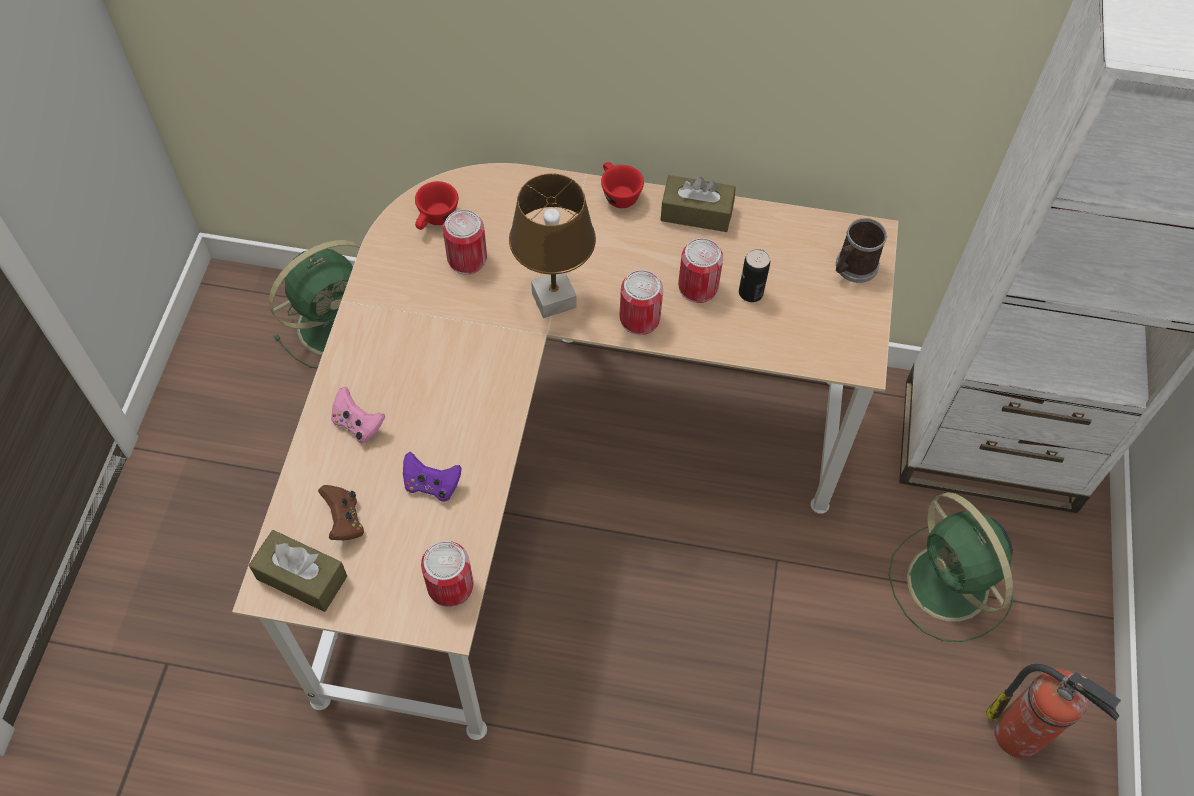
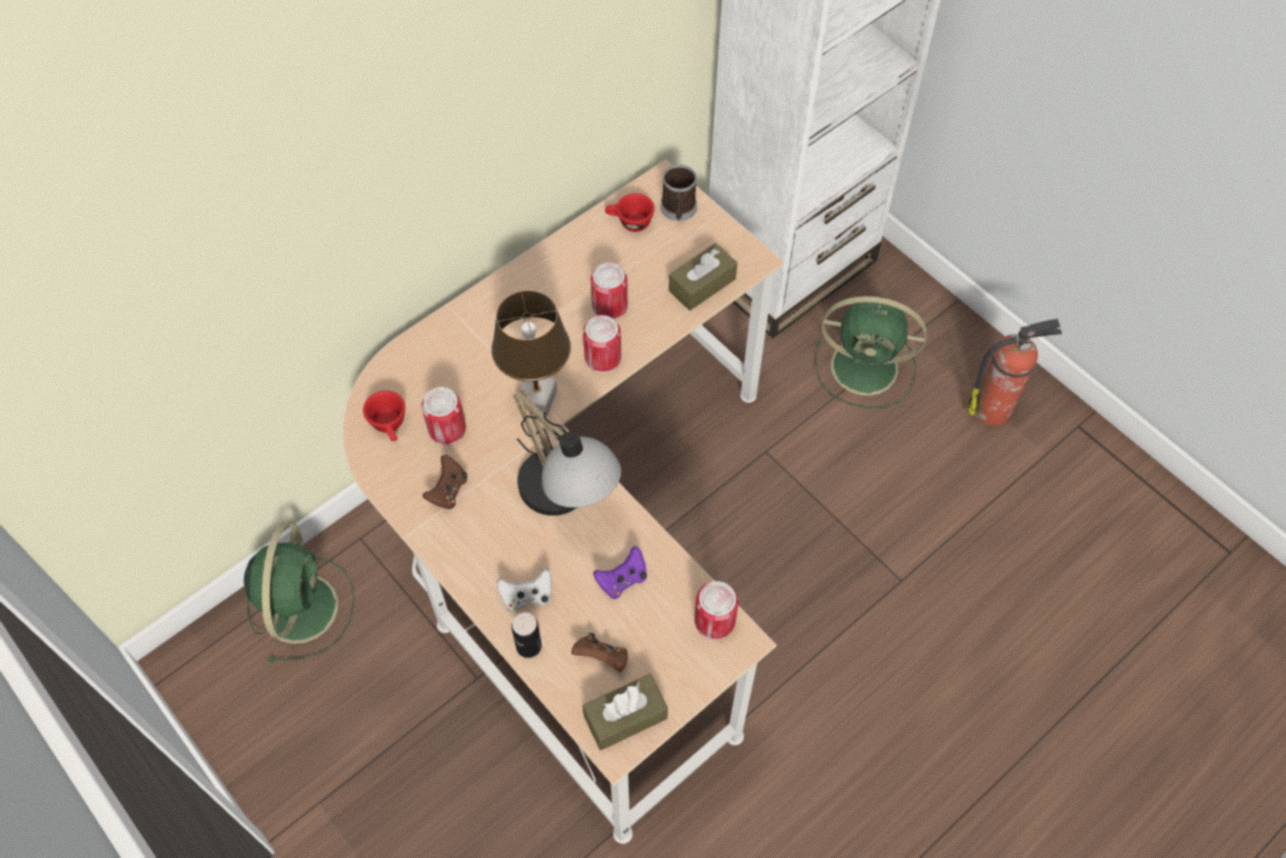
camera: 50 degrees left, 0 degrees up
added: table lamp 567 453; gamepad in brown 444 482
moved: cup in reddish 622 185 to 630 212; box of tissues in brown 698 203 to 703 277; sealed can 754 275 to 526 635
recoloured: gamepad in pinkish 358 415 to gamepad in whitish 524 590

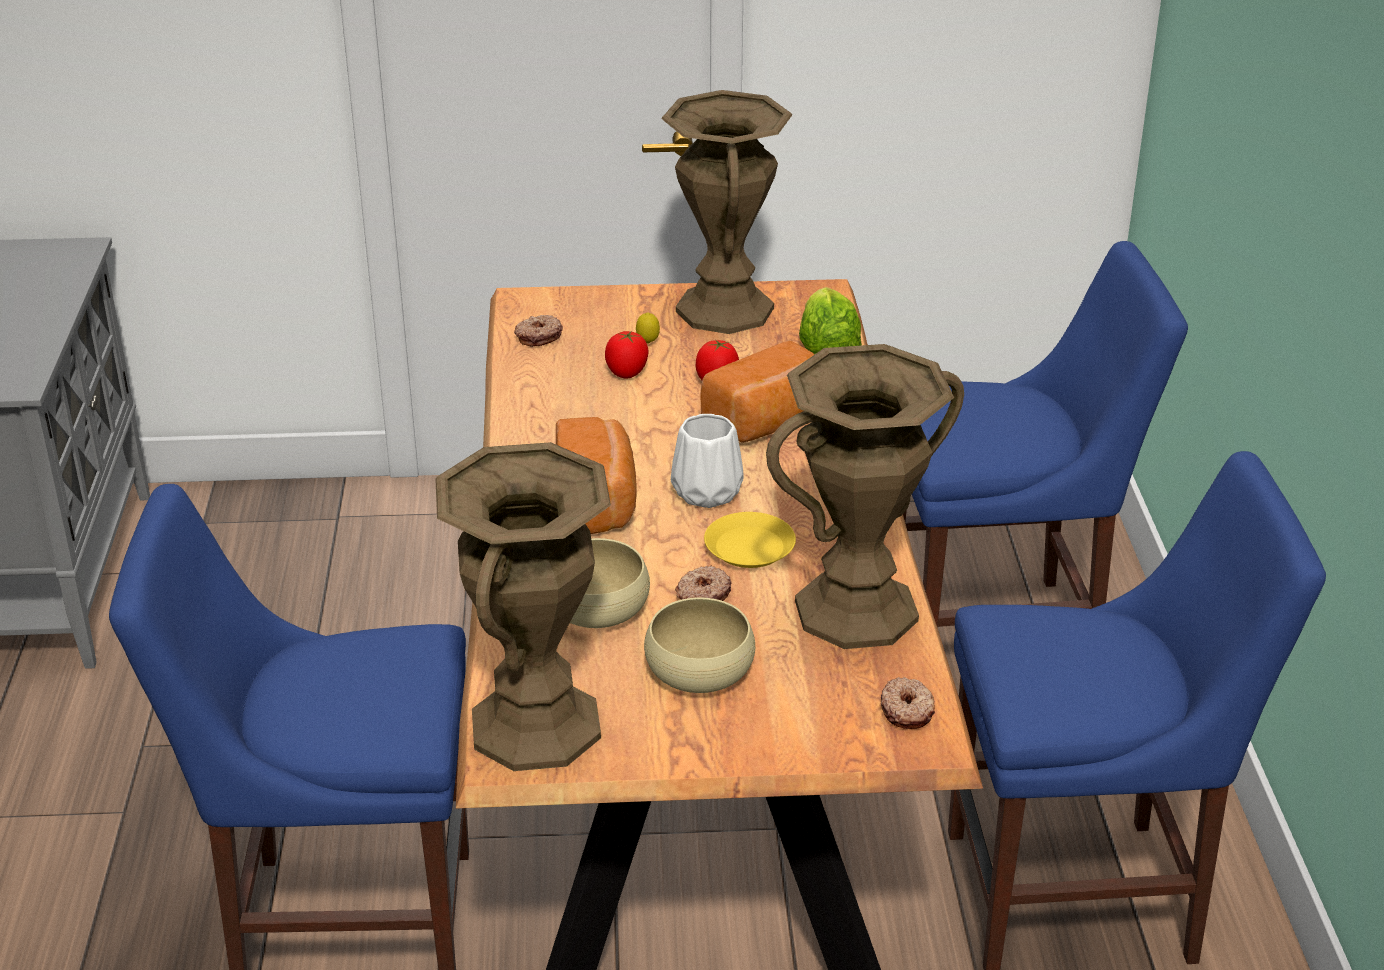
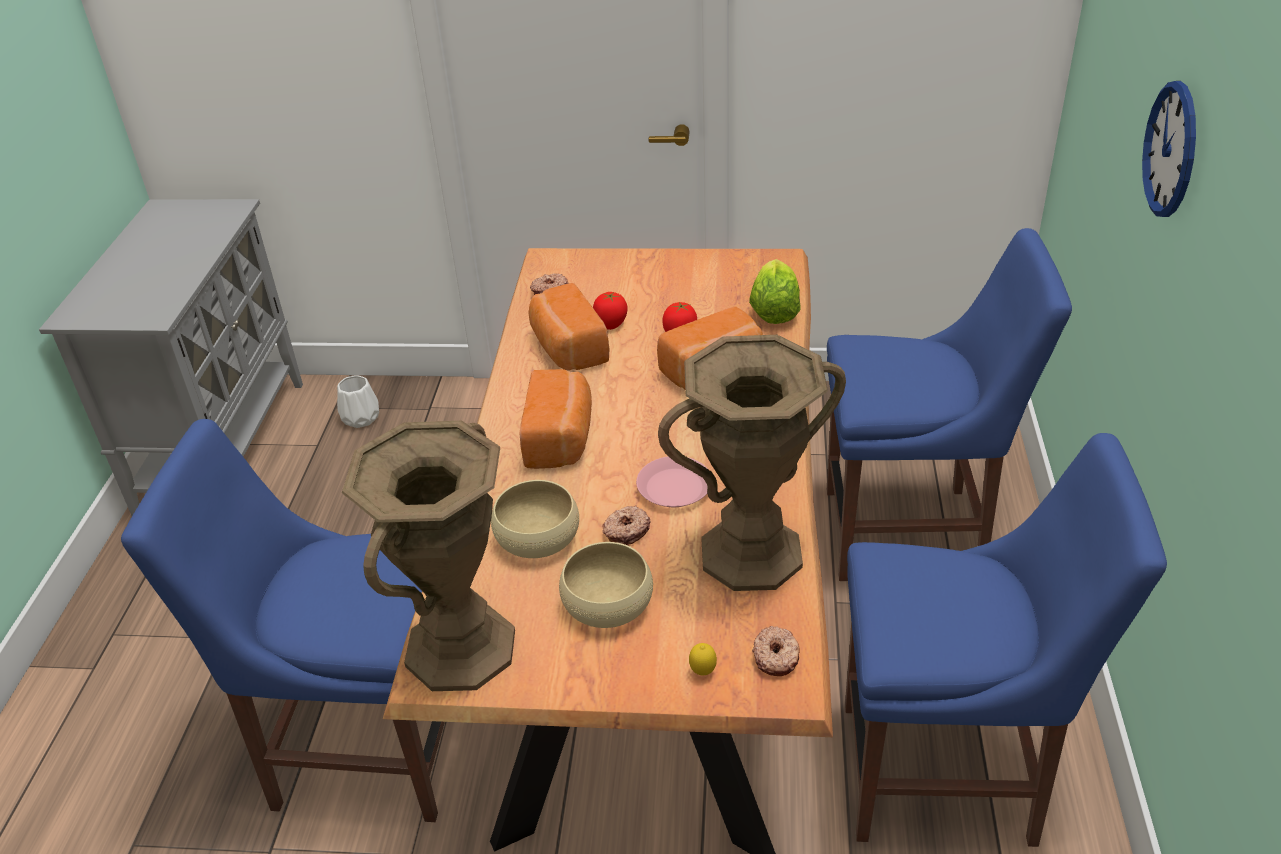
camera: 10 degrees right, 5 degrees up
removed: flower vase in brown 727 212
added: clock on the wall 1169 149; baked bread 569 326
moved: whole lemon 648 328 to 703 659; flower vase in whitish 707 461 to 358 401
recoloured: flat dish in yellow 750 540 to flat dish in pinkish 672 481

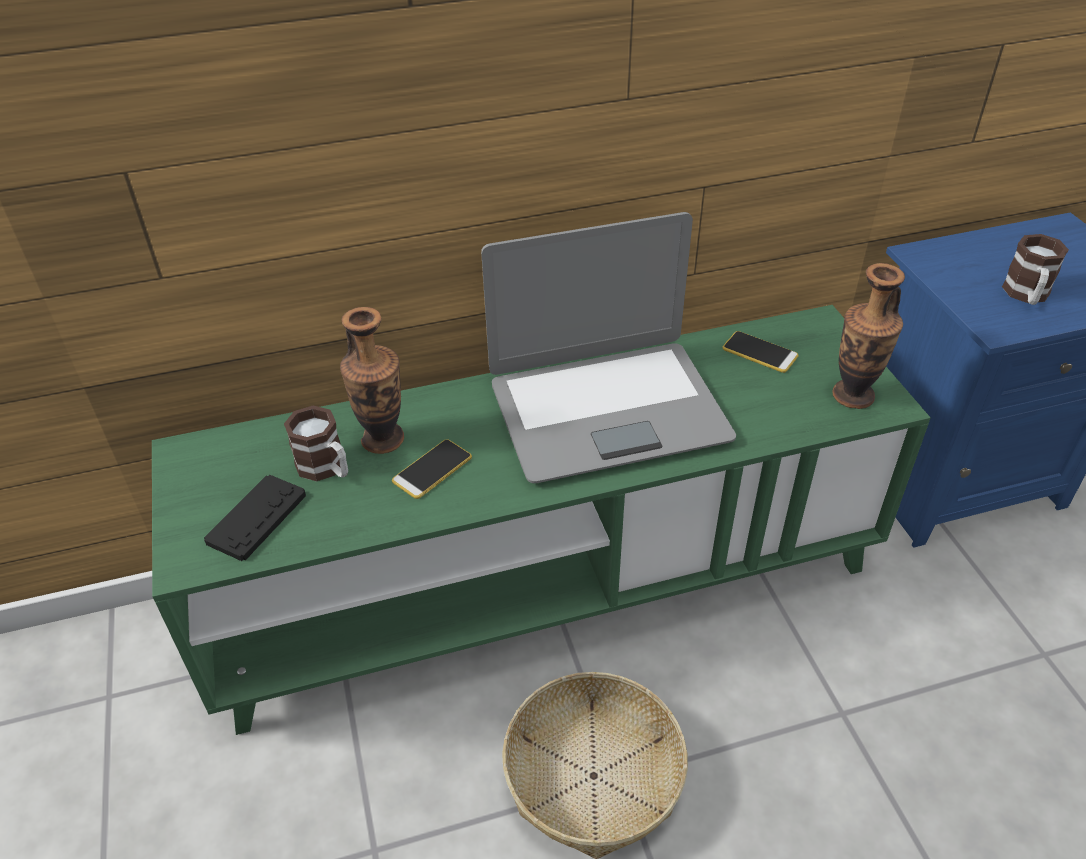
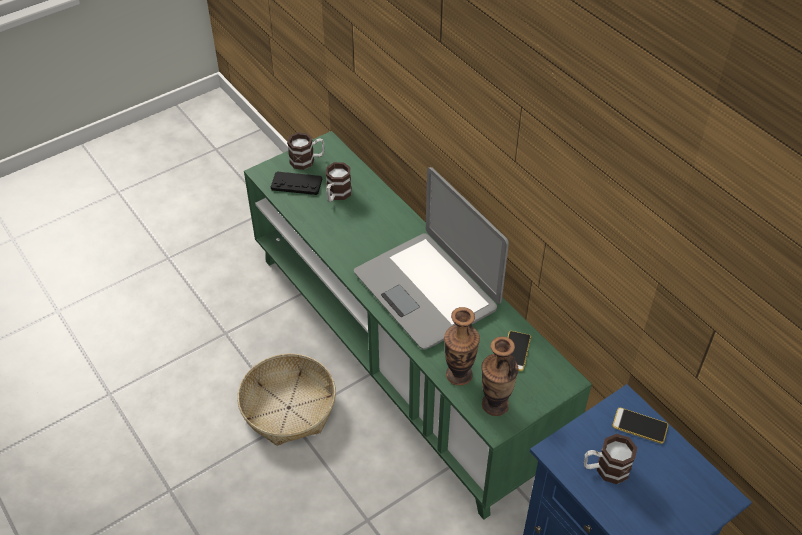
camera: 70 degrees right, 5 degrees up
added: tea mug 305 151
moved: flower vase 372 380 to 462 346; telephone 432 469 to 640 426

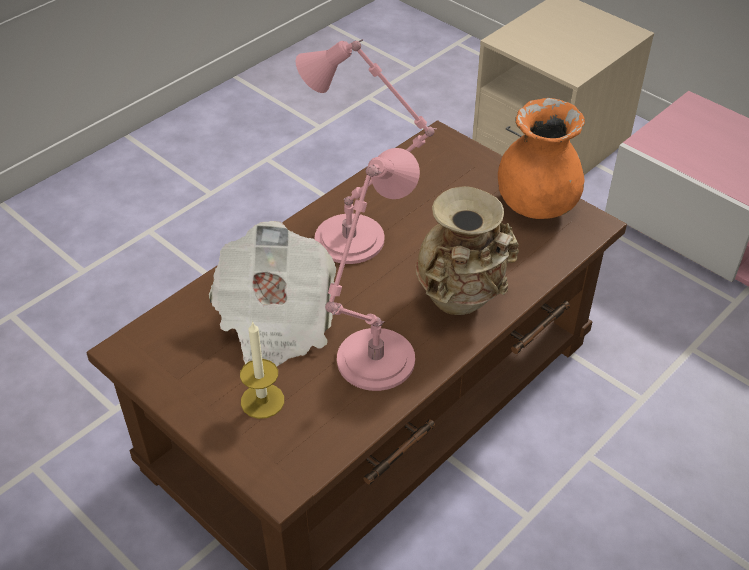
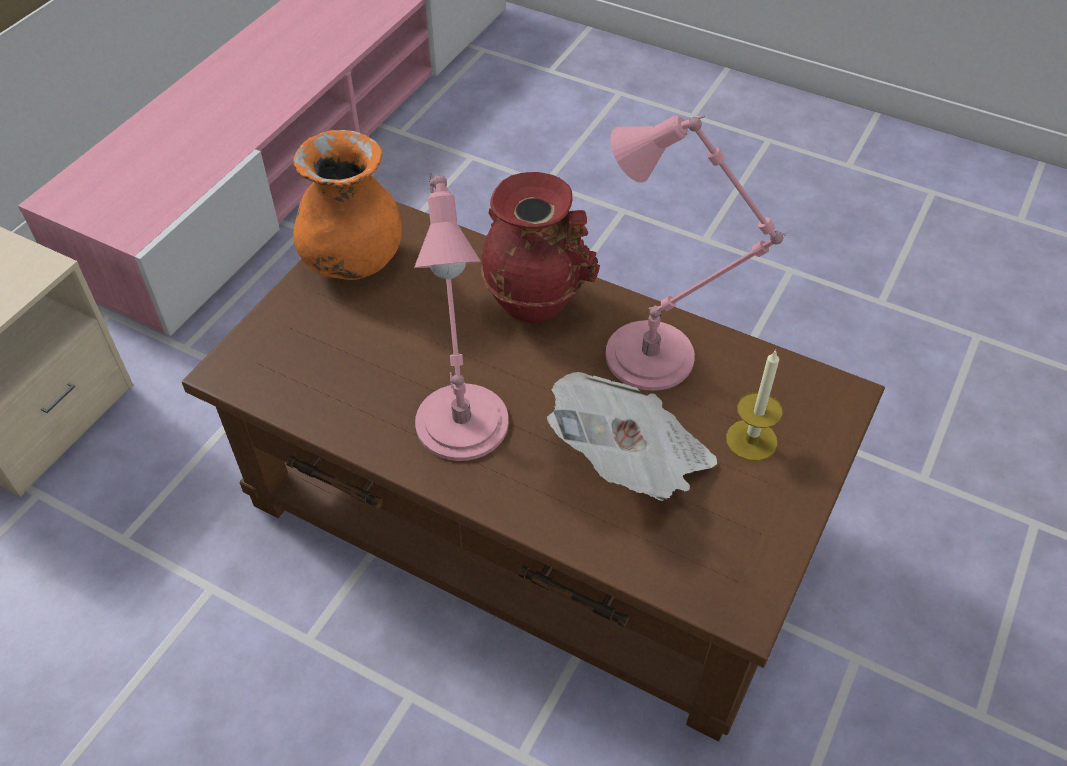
camera: 105 degrees left, 5 degrees up
recoloured: flower vase in sand-coloured 467 250 to flower vase in reddish 540 247

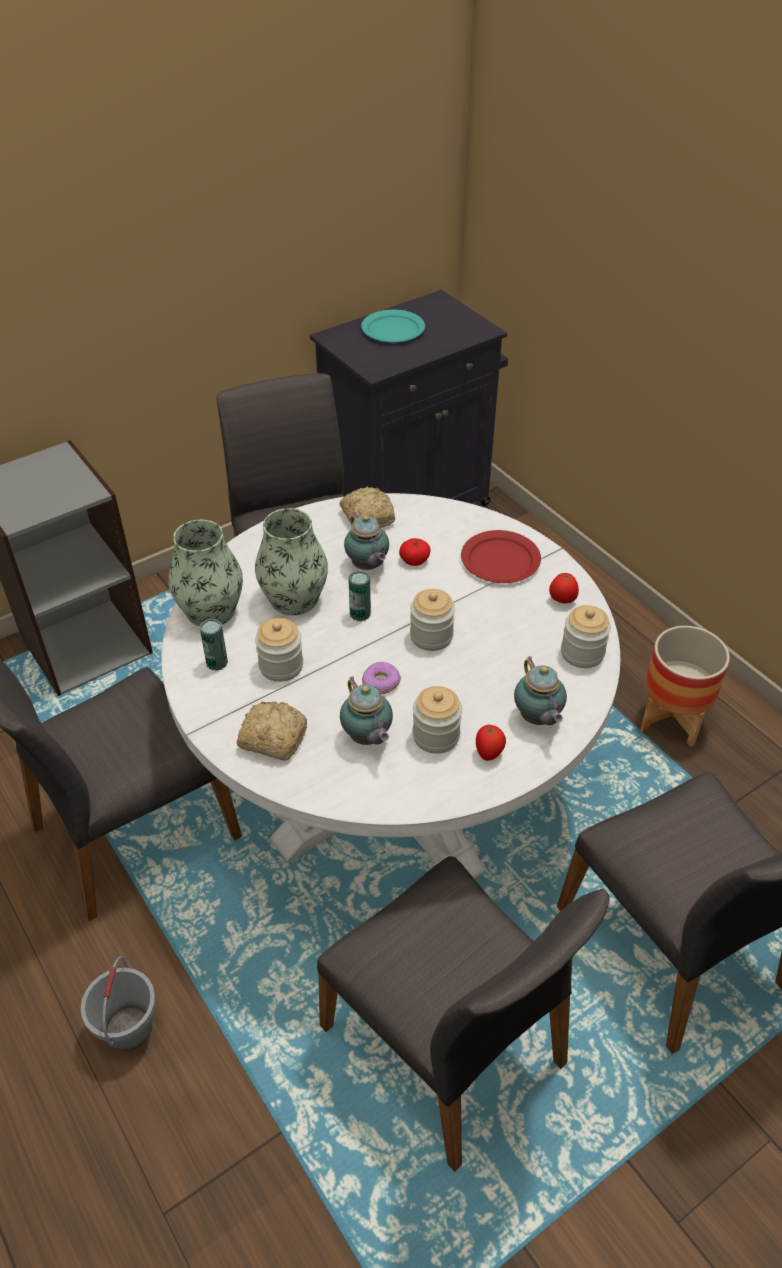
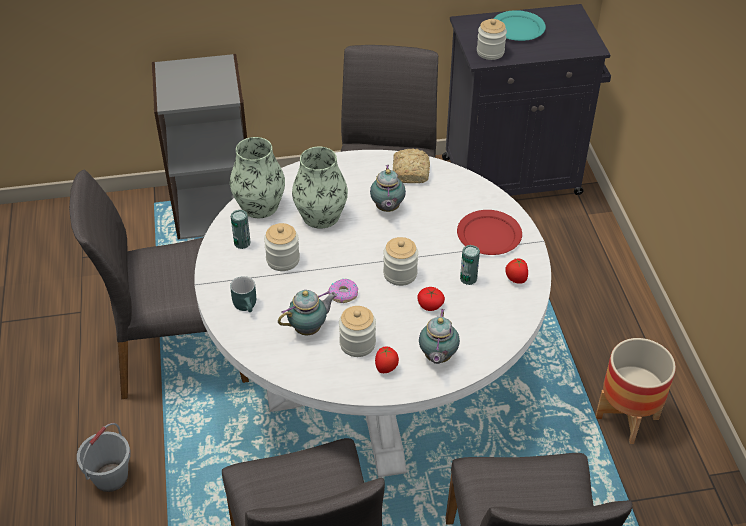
camera: 25 degrees right, 0 degrees up
moved: fresh tomato 415 552 to 431 299; sealed can 359 596 to 470 265; jar 586 636 to 492 39
replaced: baked bread 272 731 to tea mug in blue-green 243 294
turned: pot for tea 366 711 = 307 312 120 degrees counterclockwise

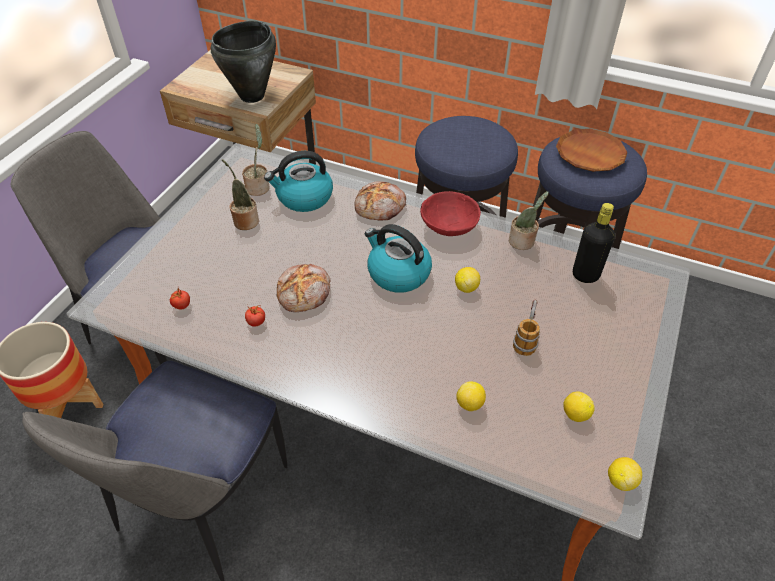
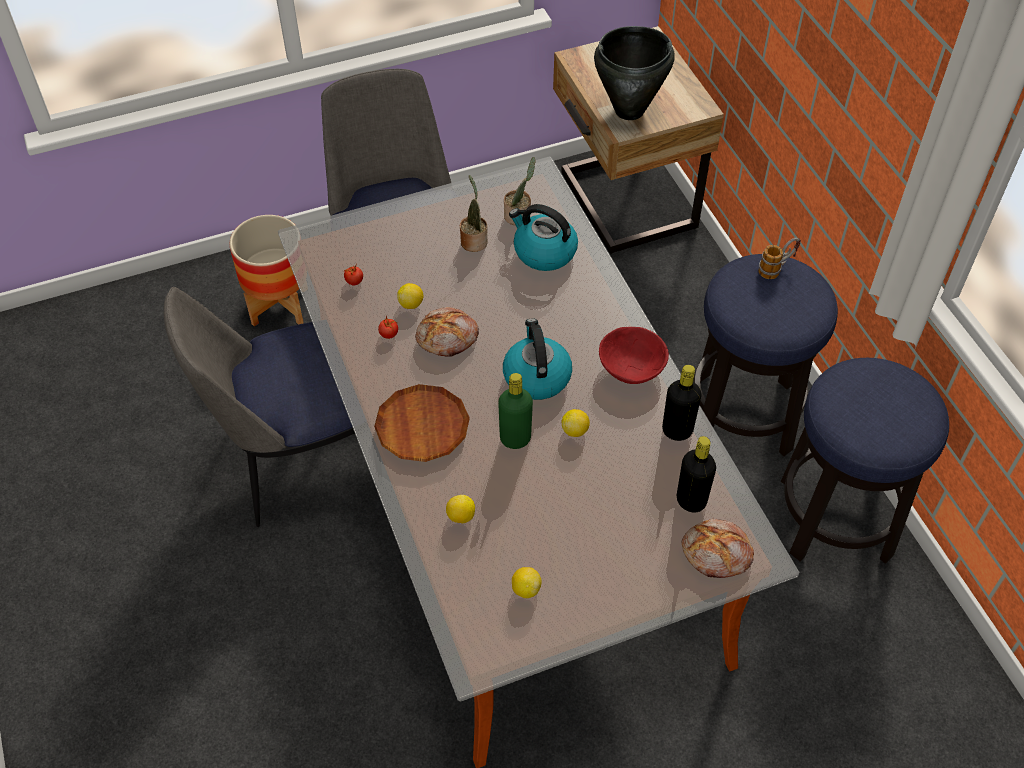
camera: 45 degrees right, 5 degrees up
added: drink bottle in green 515 411
moved: flat dish in brown 592 150 to 422 423; baked bread 380 201 to 718 548; tea mug 526 327 to 779 258; whole lemon 625 474 to 410 296
replaced: potted plant 529 220 to drink bottle in black 681 403

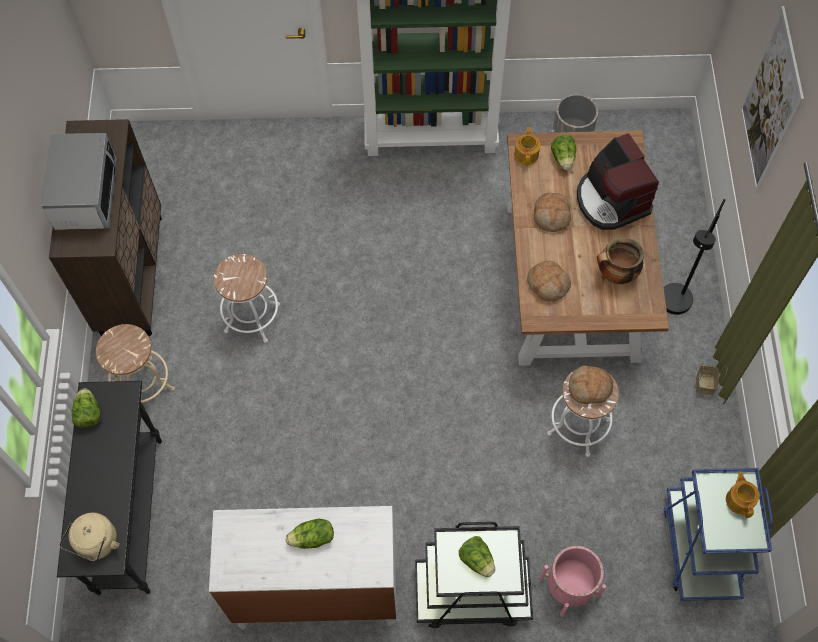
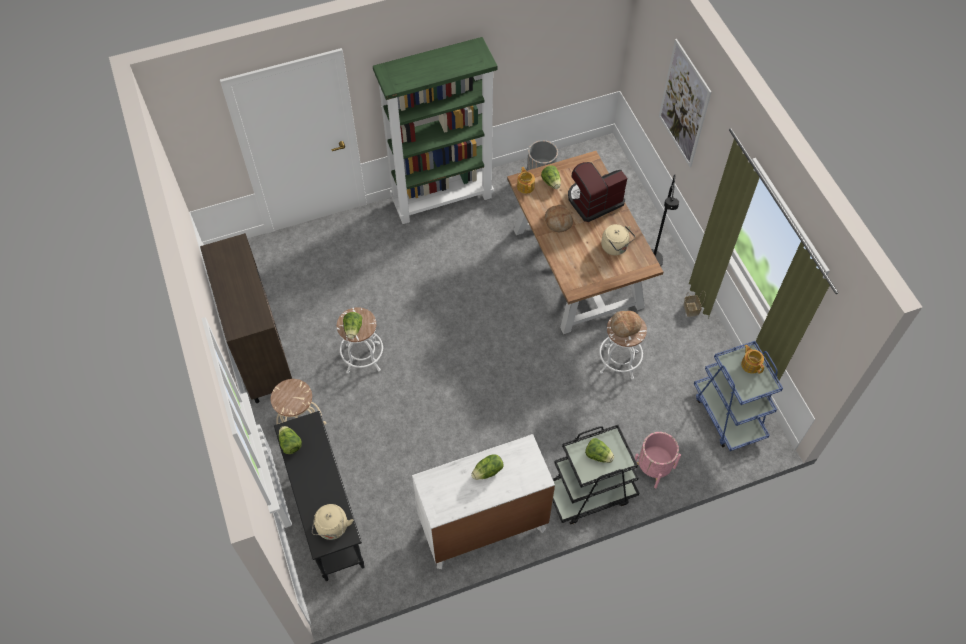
camera: 20 degrees left, 5 degrees down
removed: microwave 79 181; baked bread 549 280
added: lettuce head 352 325
replaced: cooking pot 620 260 to water kettle in sand-coloured 618 239
turned: coffee machine 618 181 = 597 192 105 degrees clockwise

